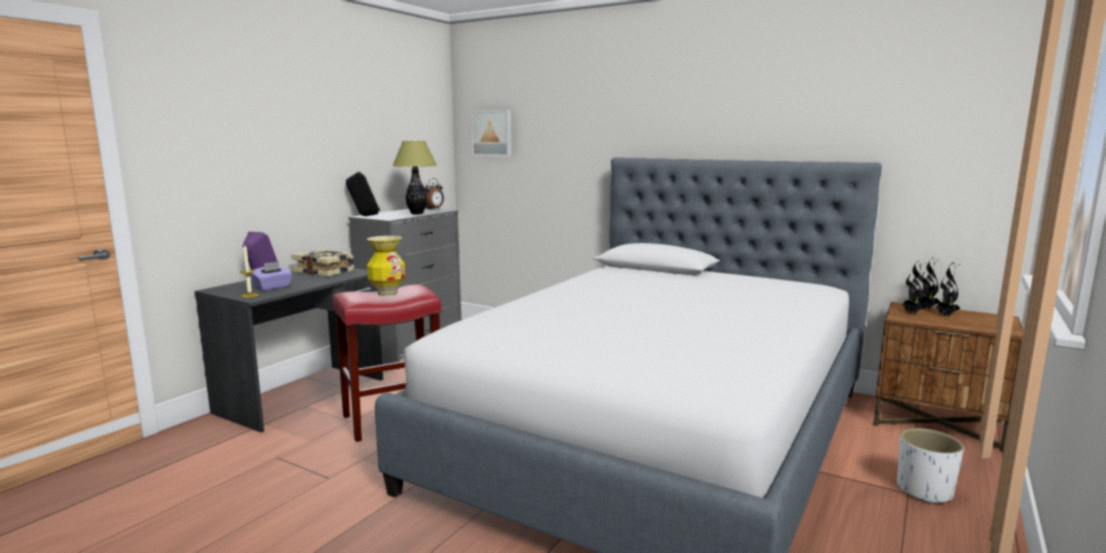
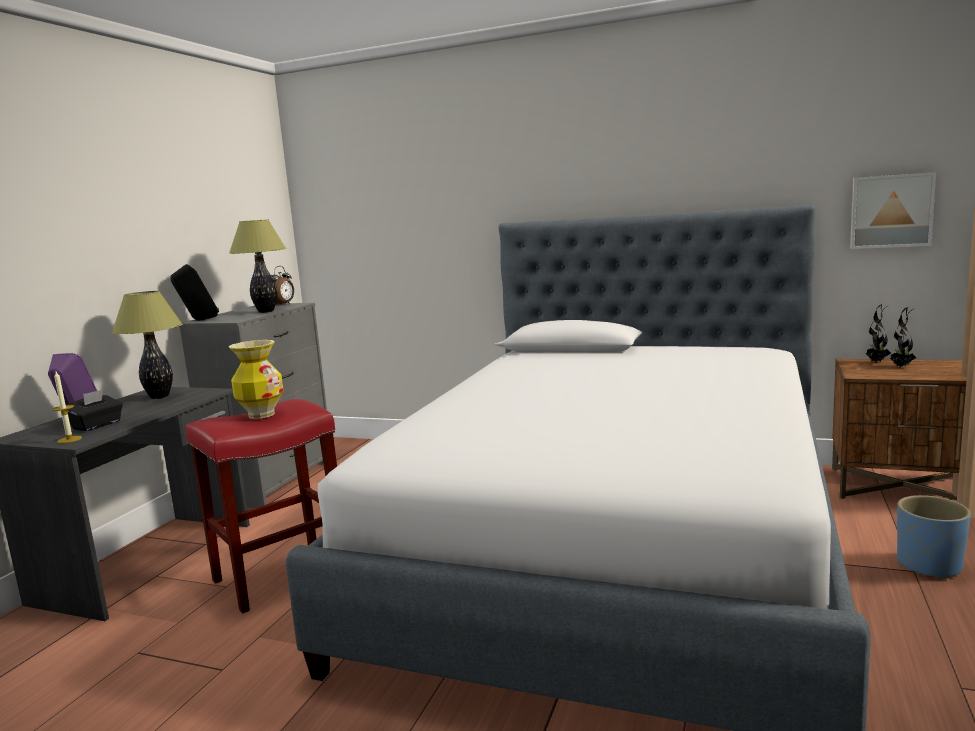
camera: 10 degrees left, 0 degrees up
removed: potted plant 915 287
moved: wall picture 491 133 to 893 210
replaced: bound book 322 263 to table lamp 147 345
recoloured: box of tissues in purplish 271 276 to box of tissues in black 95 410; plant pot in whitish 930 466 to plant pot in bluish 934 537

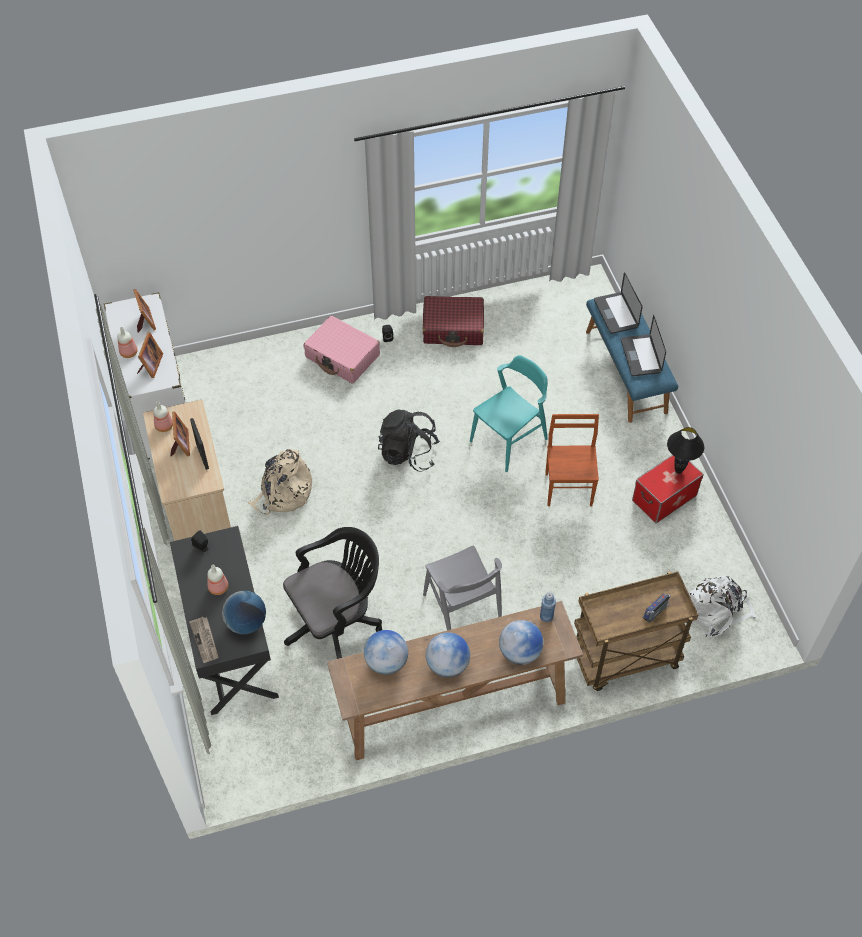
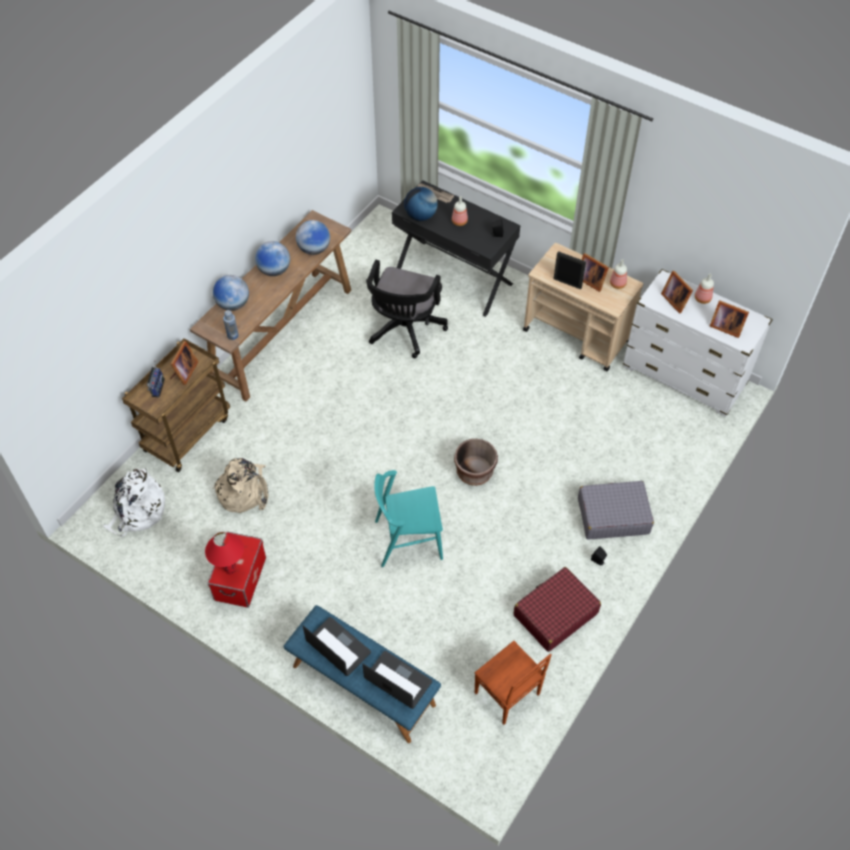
camera: 140 degrees right, 0 degrees up
removed: chair in greyish 462 588
added: picture frame 184 363
moved: chair in brown 572 460 to 513 683; knapsack in sand-coloured 280 482 to 240 485
replaced: knapsack in black 409 440 to plant pot in brown 476 462
recoloured: travel case in pinkish 341 349 to travel case in greyish 616 510; table lamp in black 685 450 to table lamp in reddish 224 553
turned: chair in blue-green 509 413 = 408 518 75 degrees clockwise

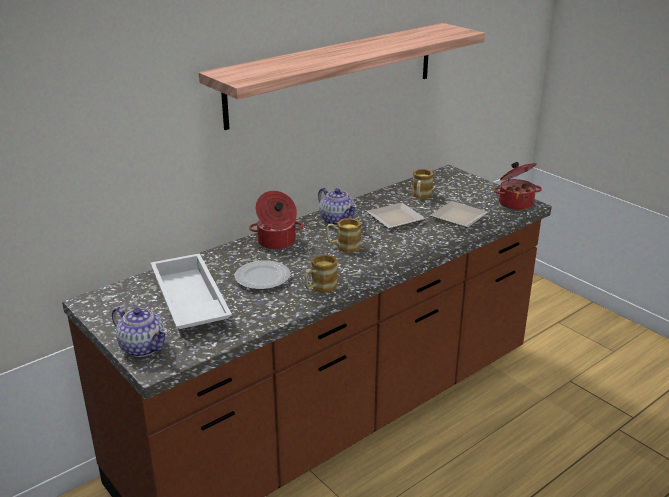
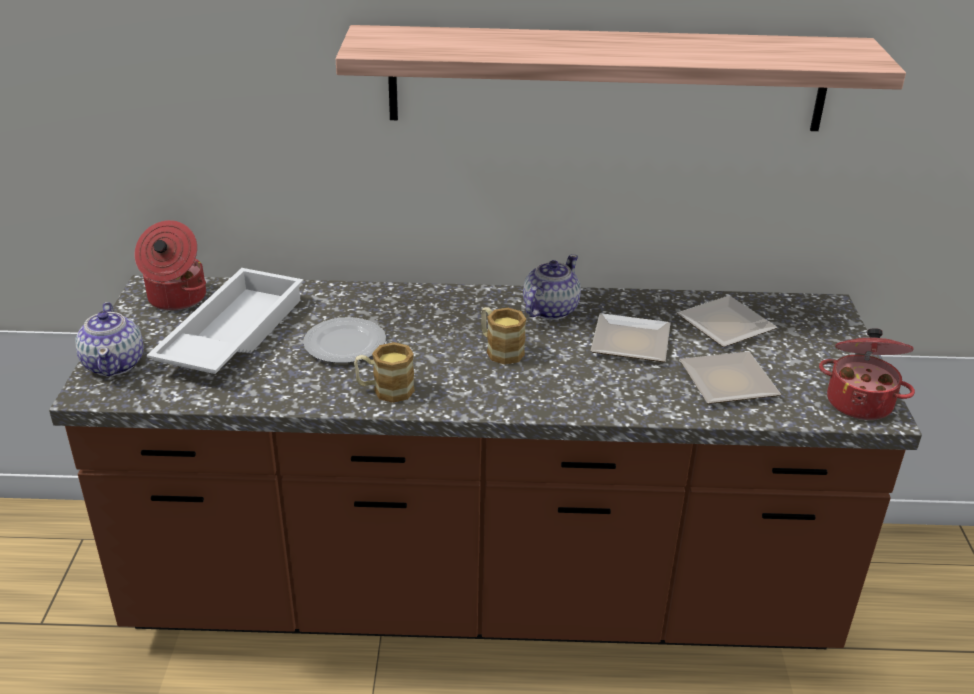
camera: 40 degrees right, 5 degrees up
moved: cooking pot 276 220 to 170 265
replaced: tea mug 423 184 to flat dish 727 321
turned: pot for tea 337 207 = 552 287 150 degrees counterclockwise

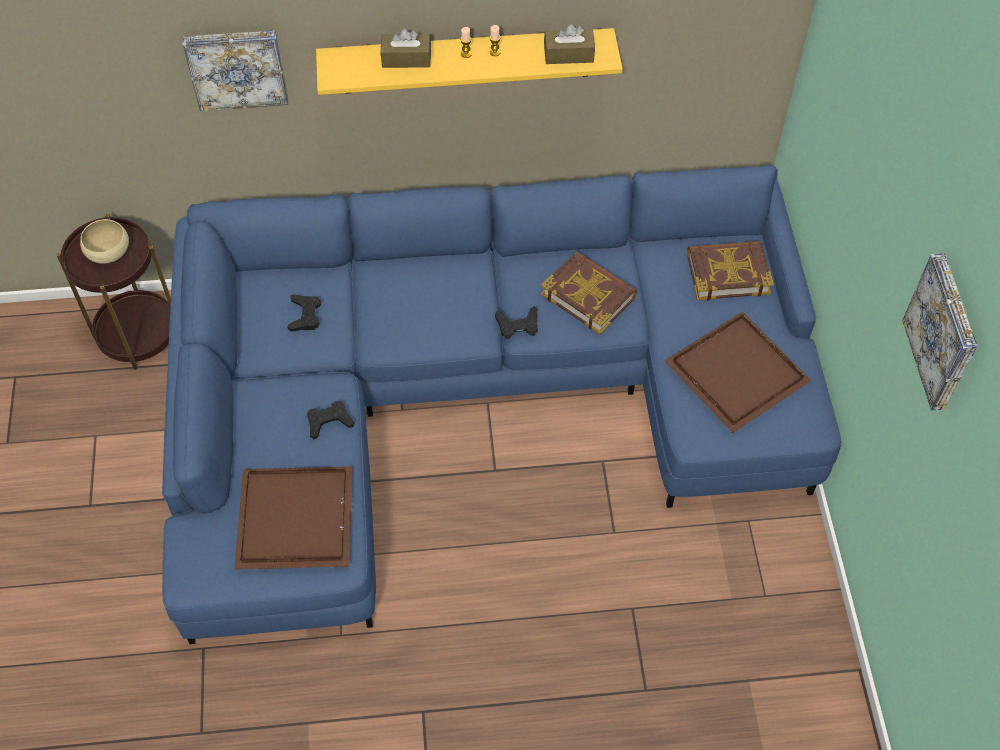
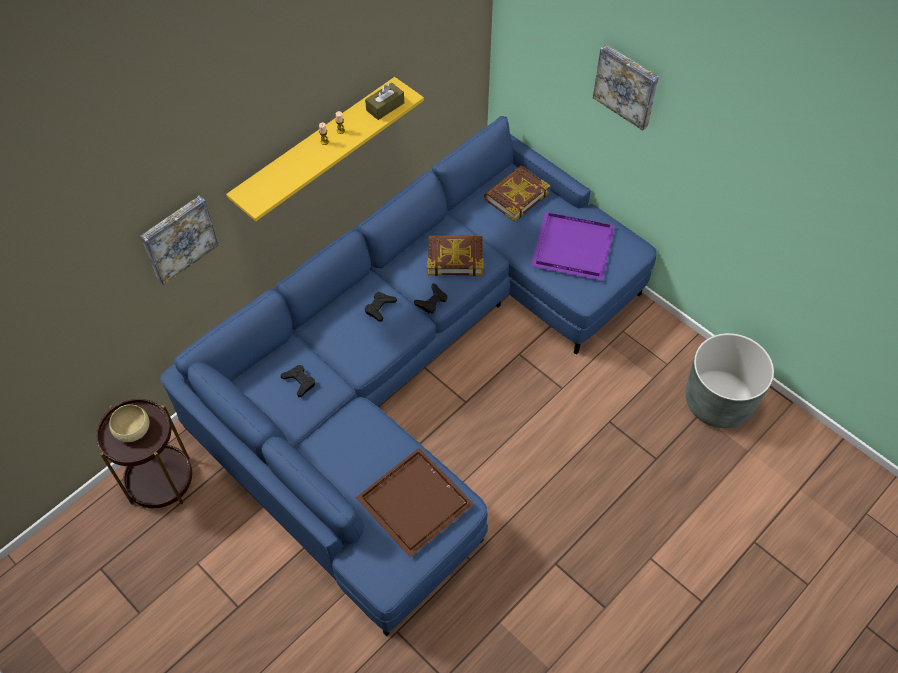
camera: 40 degrees left, 0 degrees up
removed: box of tissues in brown 406 48
added: plant pot in greyish 729 380
moved: wall picture 940 332 to 626 87; gamepad in black 330 420 to 381 307
recoloured: tray in brown 738 372 to tray in purplish 573 246

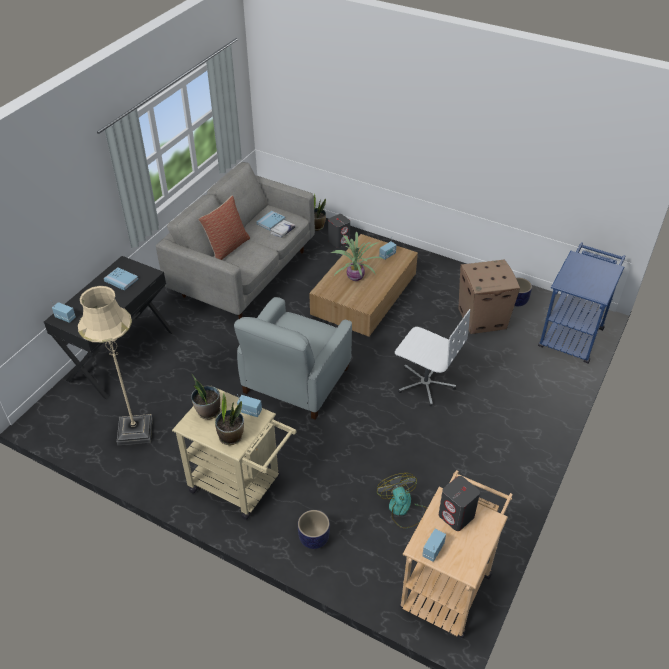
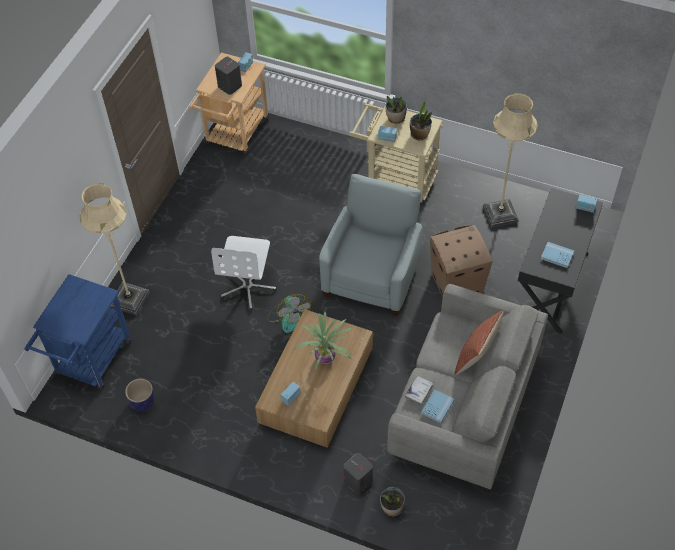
camera: 175 degrees right, 10 degrees up
removed: plant pot 314 529
added: floor lamp in sand-coloured 115 249
moved: cardboard box 489 297 to 461 261; electric fan 402 500 to 289 313
turned: computer chair in whitish 432 357 = 244 273 105 degrees counterclockwise

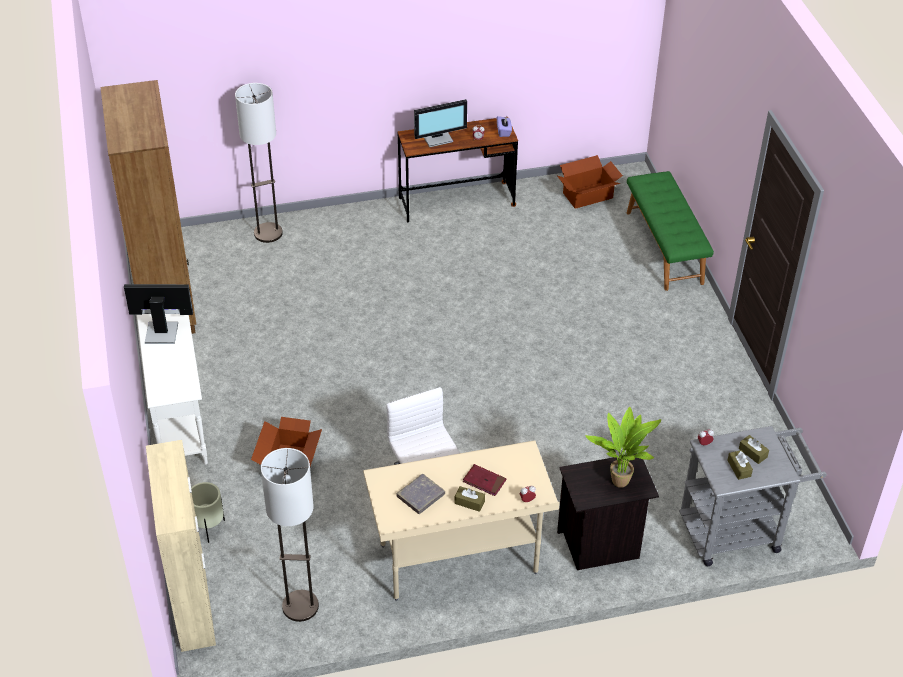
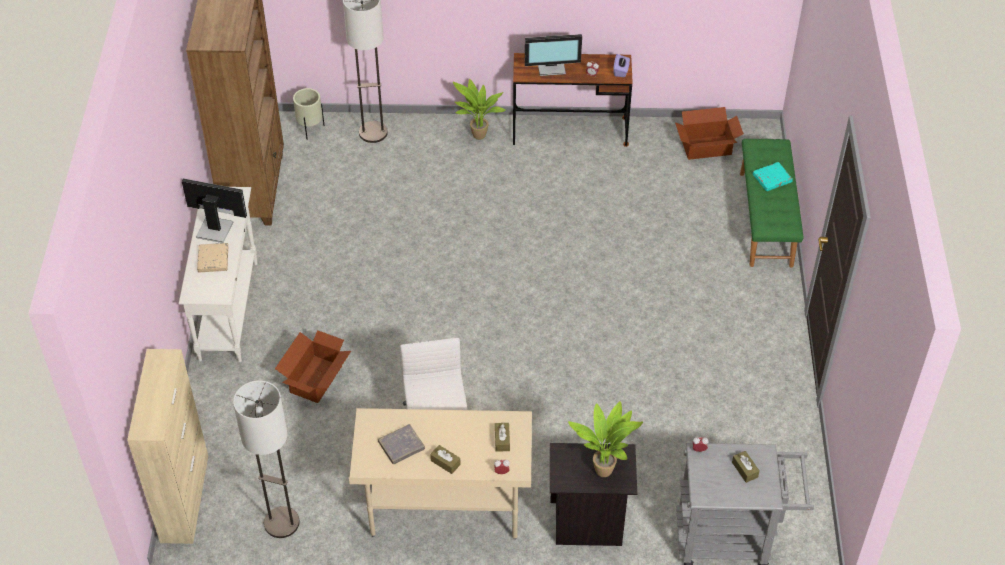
camera: 15 degrees right, 5 degrees up
removed: bound book in reddish 484 480
added: potted plant 479 109; bound book in blue-green 773 176; bound book in sand-coloured 212 257
moved: box of tissues in brown 740 465 to 502 437; plant pot in sand-coloured 208 512 to 309 113

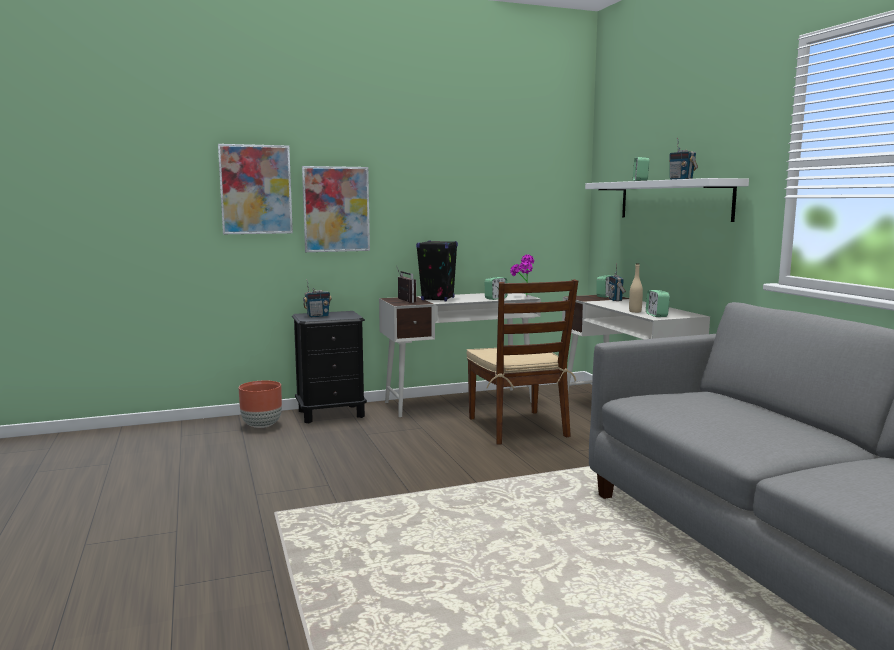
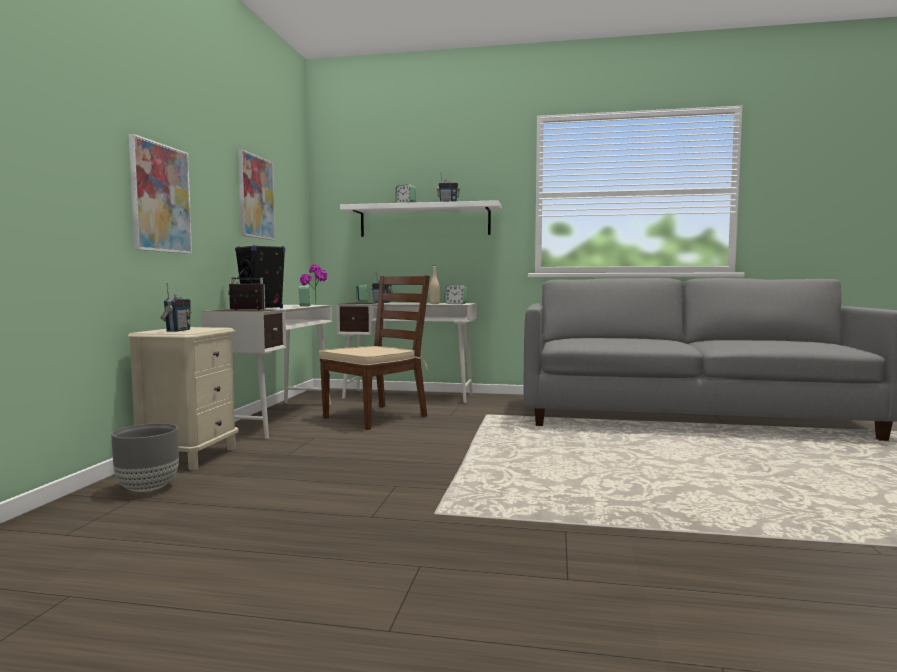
camera: 60 degrees left, 5 degrees down
moved: wall picture 255 189 to 256 194
recoloured: bedside table in black 329 367 to bedside table in sand-coloured 183 398; plant pot in brown 260 404 to plant pot in greyish 145 457
turned: chair in brown 522 362 = 374 352 60 degrees counterclockwise

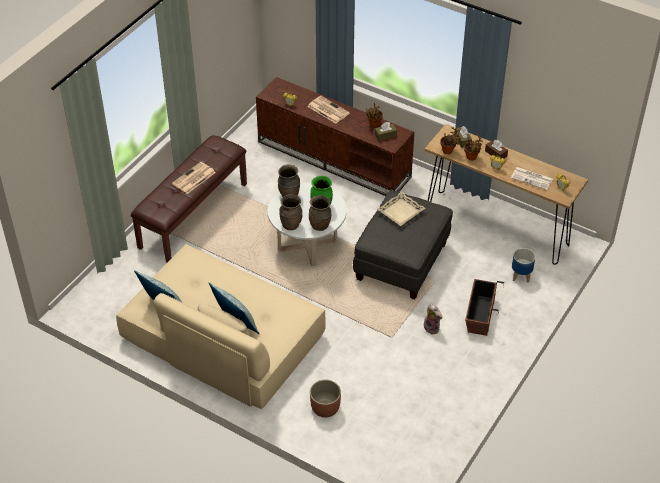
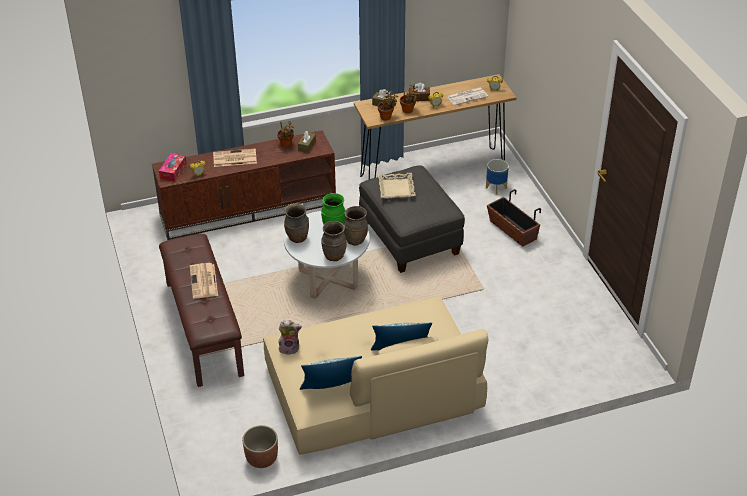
camera: 50 degrees left, 5 degrees down
added: box of tissues 173 167
moved: plush toy 433 319 to 290 337; plant pot 325 398 to 260 446

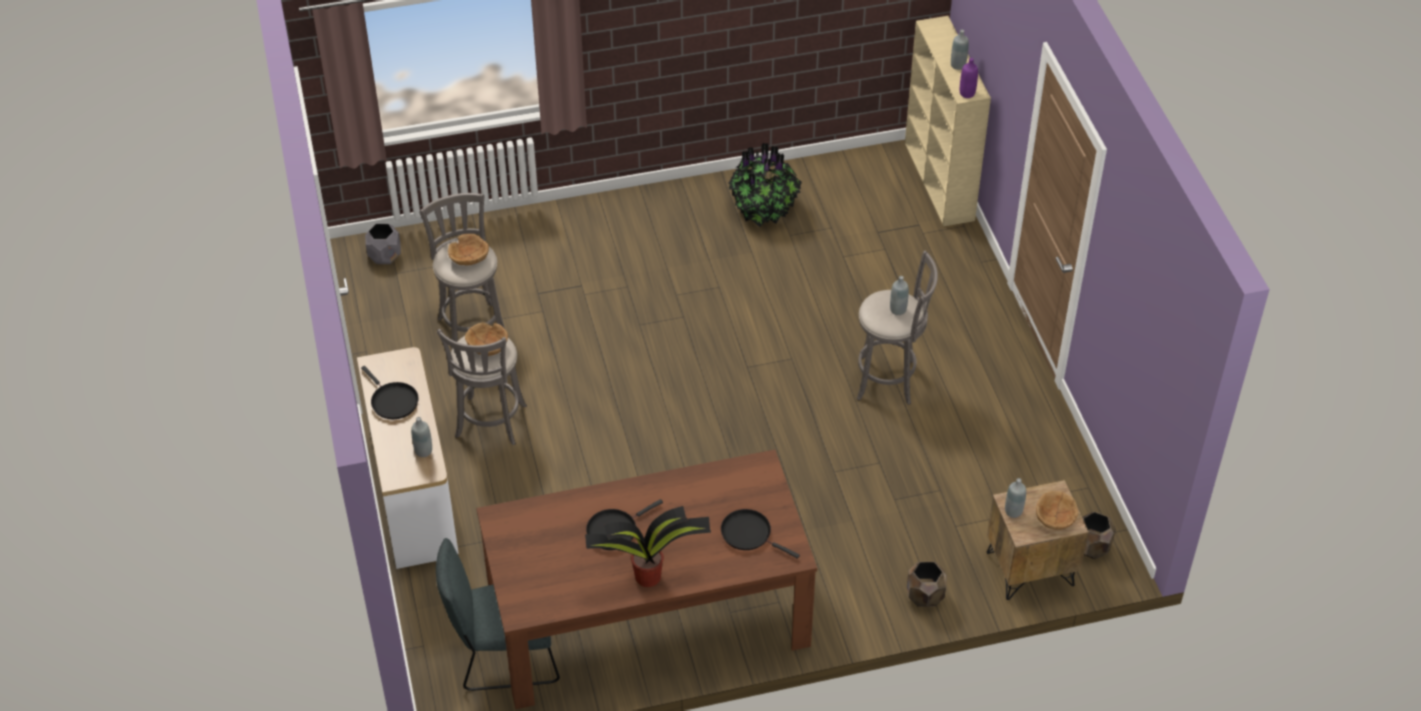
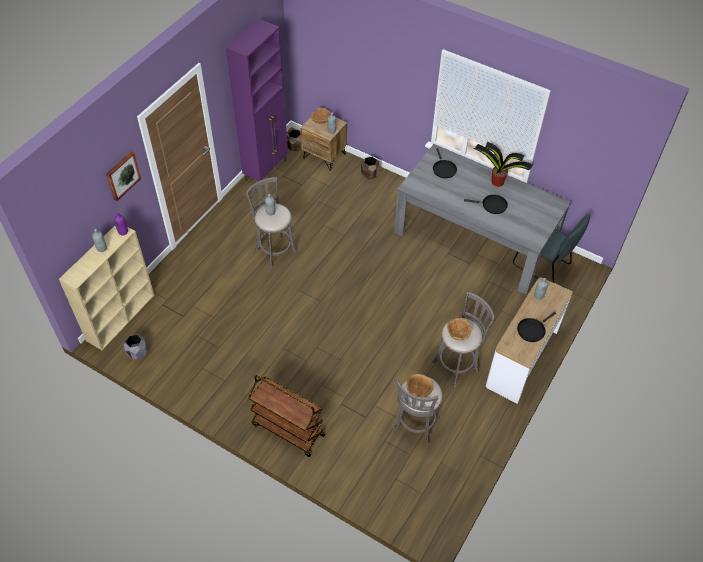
camera: 135 degrees left, 5 degrees up
removed: potted plant 765 185
added: storage cabinet in purplish 257 103; wall picture 123 176; wheeled cart in brown 286 416
moved: plant pot in greyish 383 244 to 136 347
recoloured: kitchen table in brown 646 579 to kitchen table in greyish 482 219
turned: pan in black 389 392 = 536 327 135 degrees counterclockwise

